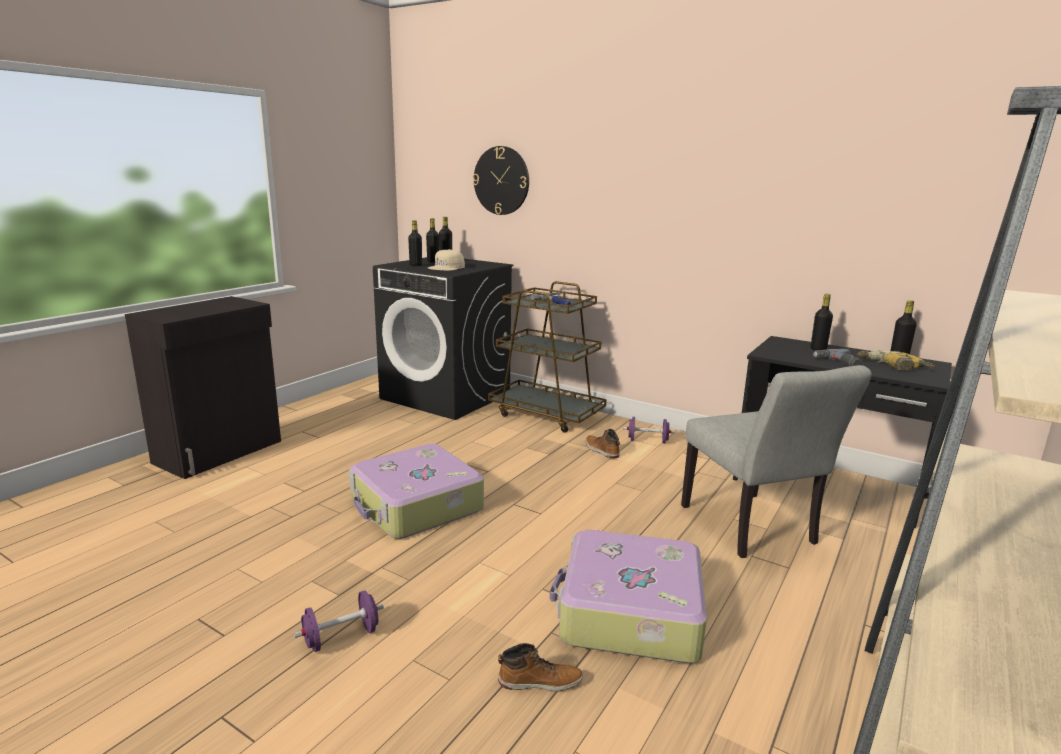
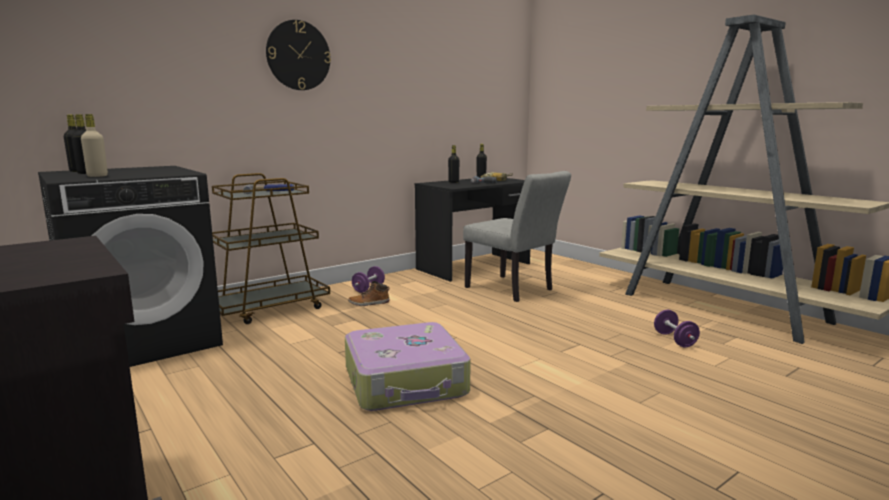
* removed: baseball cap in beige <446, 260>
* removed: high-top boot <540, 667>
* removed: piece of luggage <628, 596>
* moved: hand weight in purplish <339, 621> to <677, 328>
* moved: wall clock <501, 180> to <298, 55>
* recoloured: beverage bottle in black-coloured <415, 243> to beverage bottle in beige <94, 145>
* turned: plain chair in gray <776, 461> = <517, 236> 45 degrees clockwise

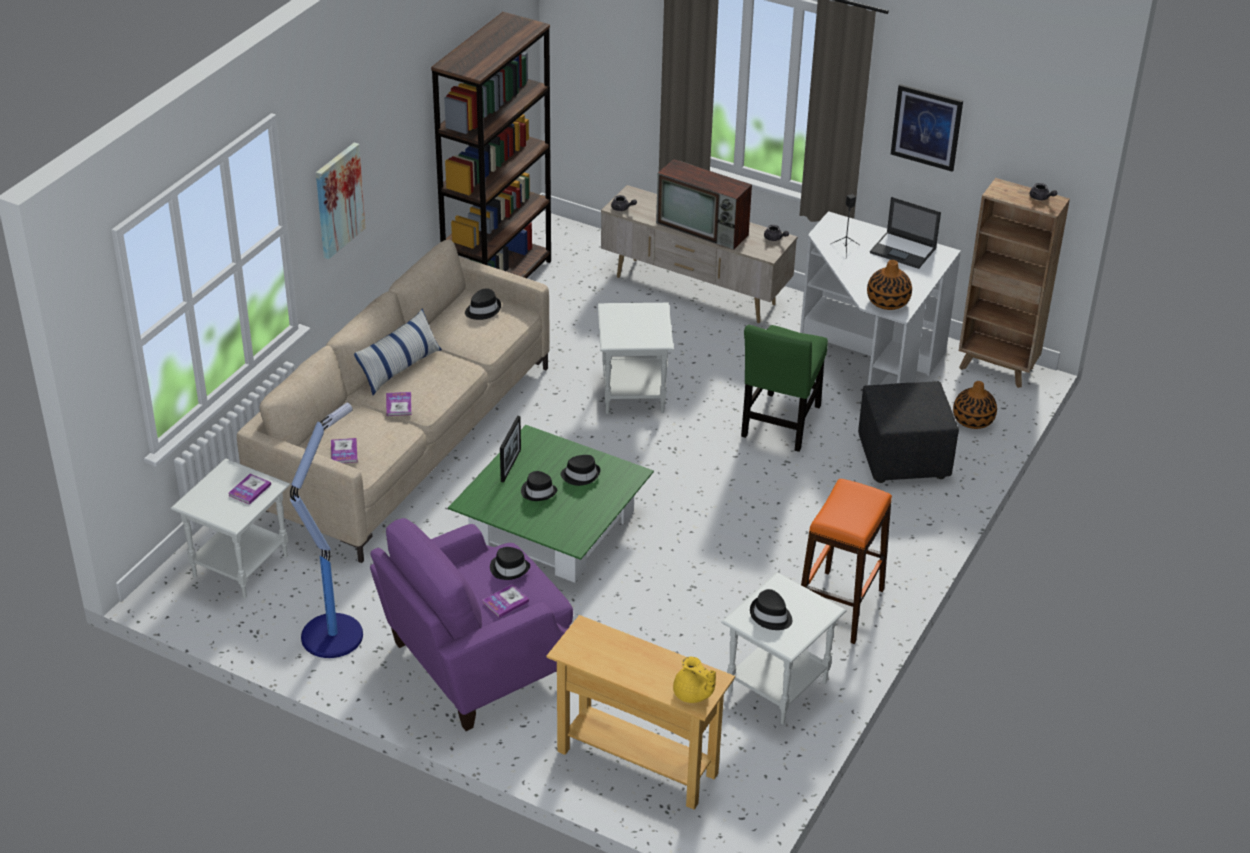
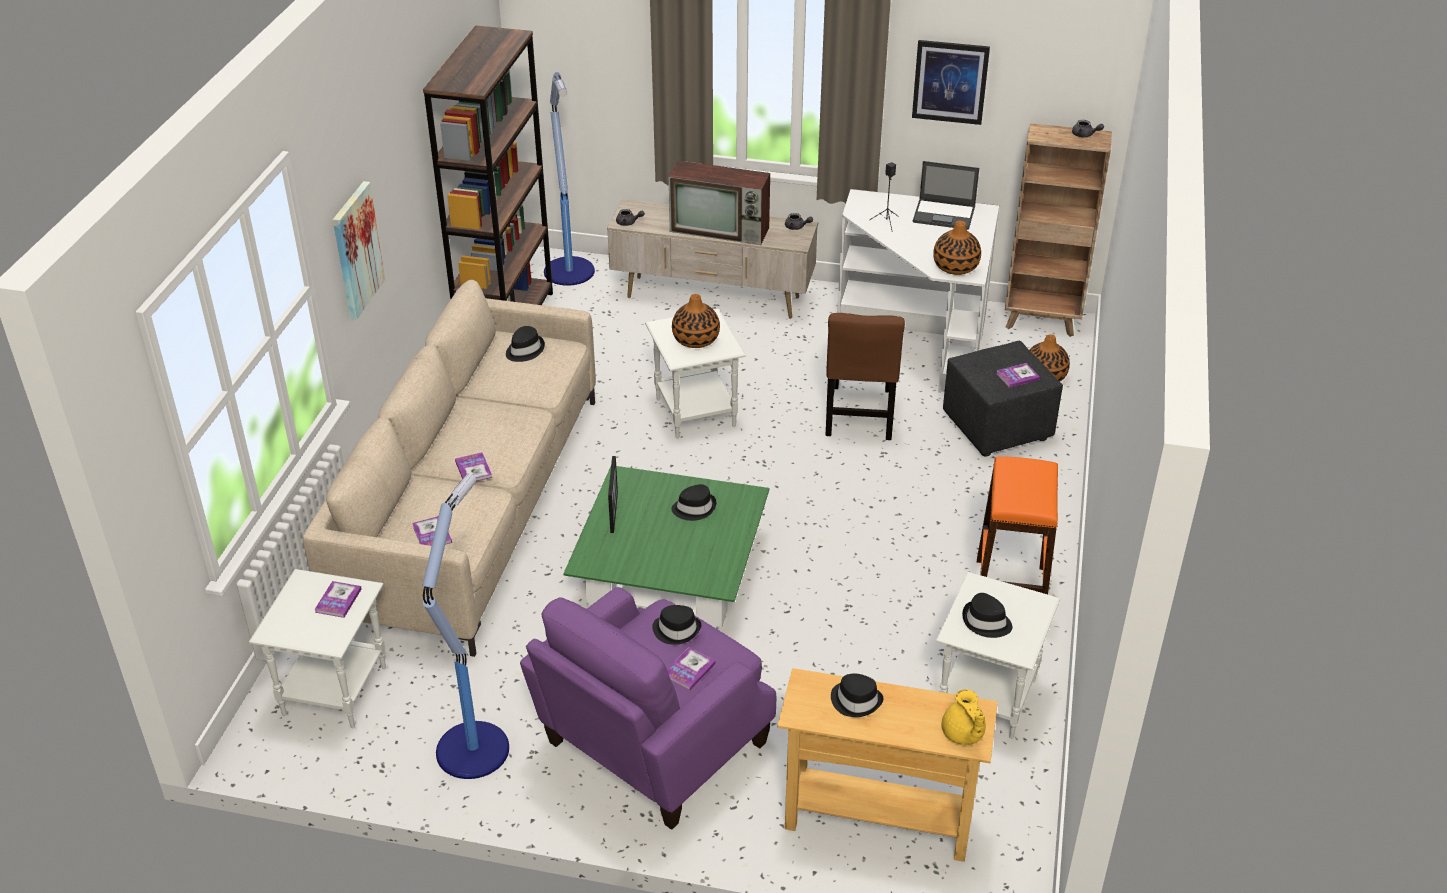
* removed: cushion <398, 352>
* added: floor lamp <569, 179>
* added: decorative vase <696, 321>
* added: volume <1018, 375>
* moved: hat in black-coloured <539, 486> to <857, 695>
* recoloured: plain chair in green <784, 388> to plain chair in brownish <865, 376>
* turned: tea pot in yellowish <694, 680> = <964, 717> 45 degrees clockwise

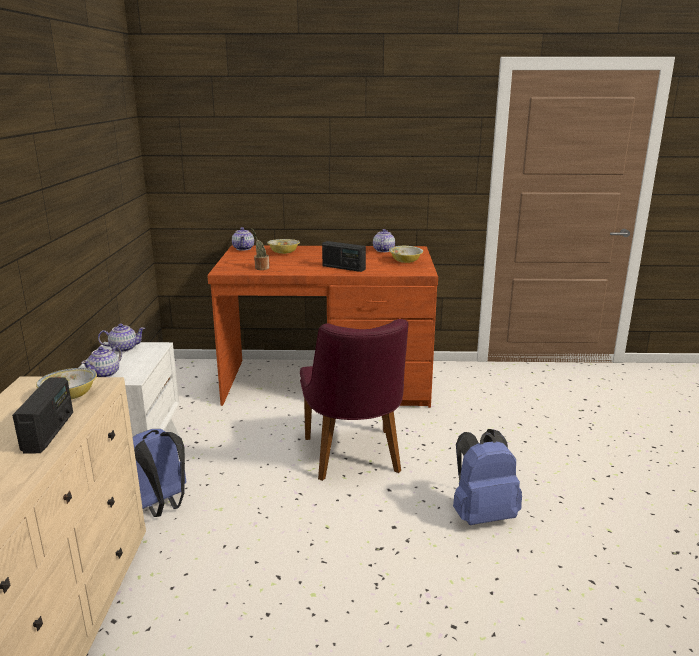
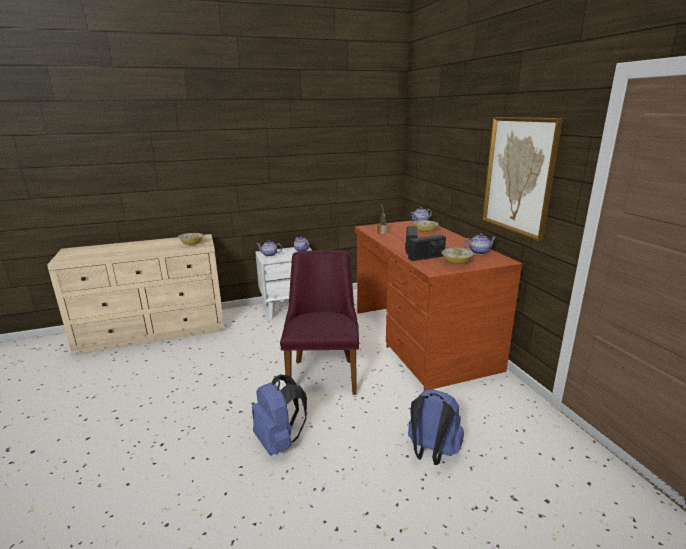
* added: wall picture <522, 179>
* moved: radio <42, 415> to <427, 248>
* moved: backpack in bluish <159, 473> to <436, 427>
* turned: plain chair in purplish <354, 400> = <319, 322> 120 degrees clockwise

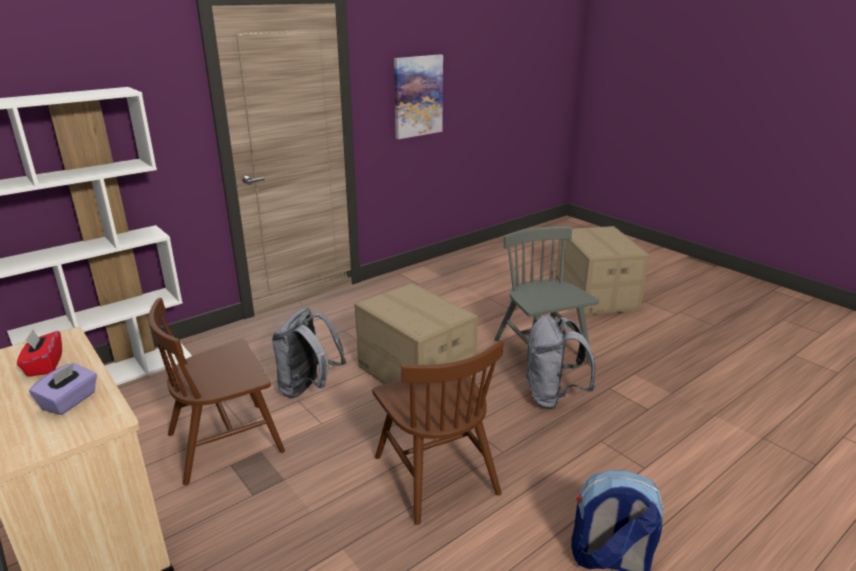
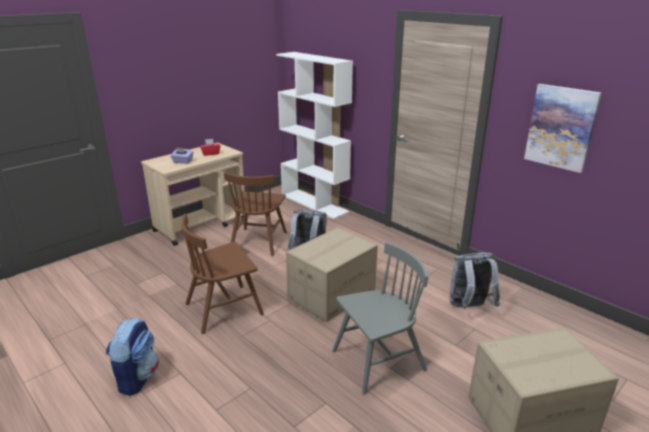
* moved: backpack in gray <560, 362> to <474, 280>
* turned: plain chair in brownish <217, 391> = <255, 214> 135 degrees counterclockwise

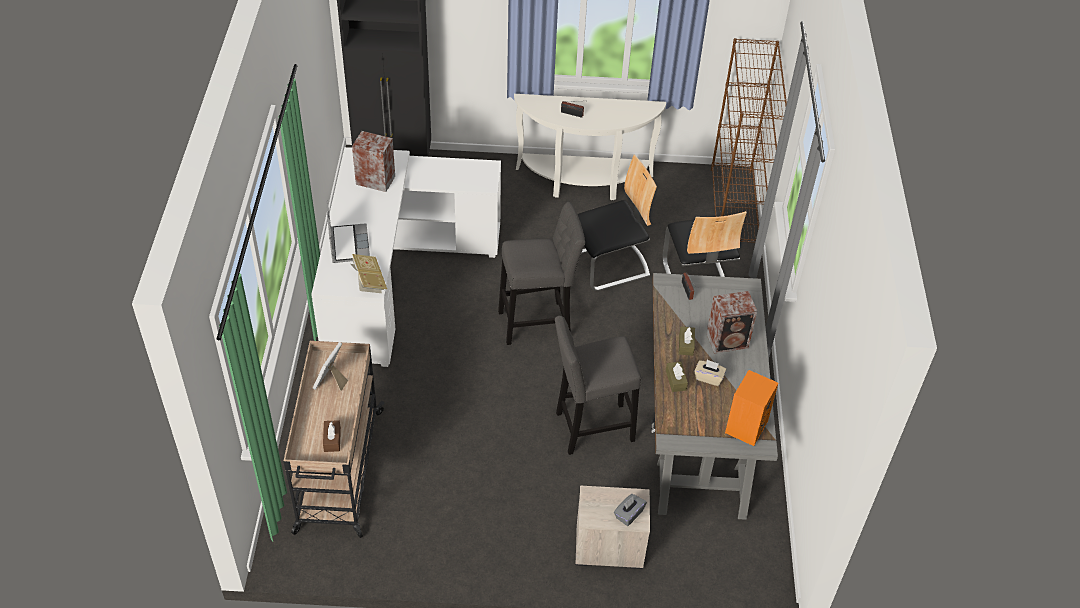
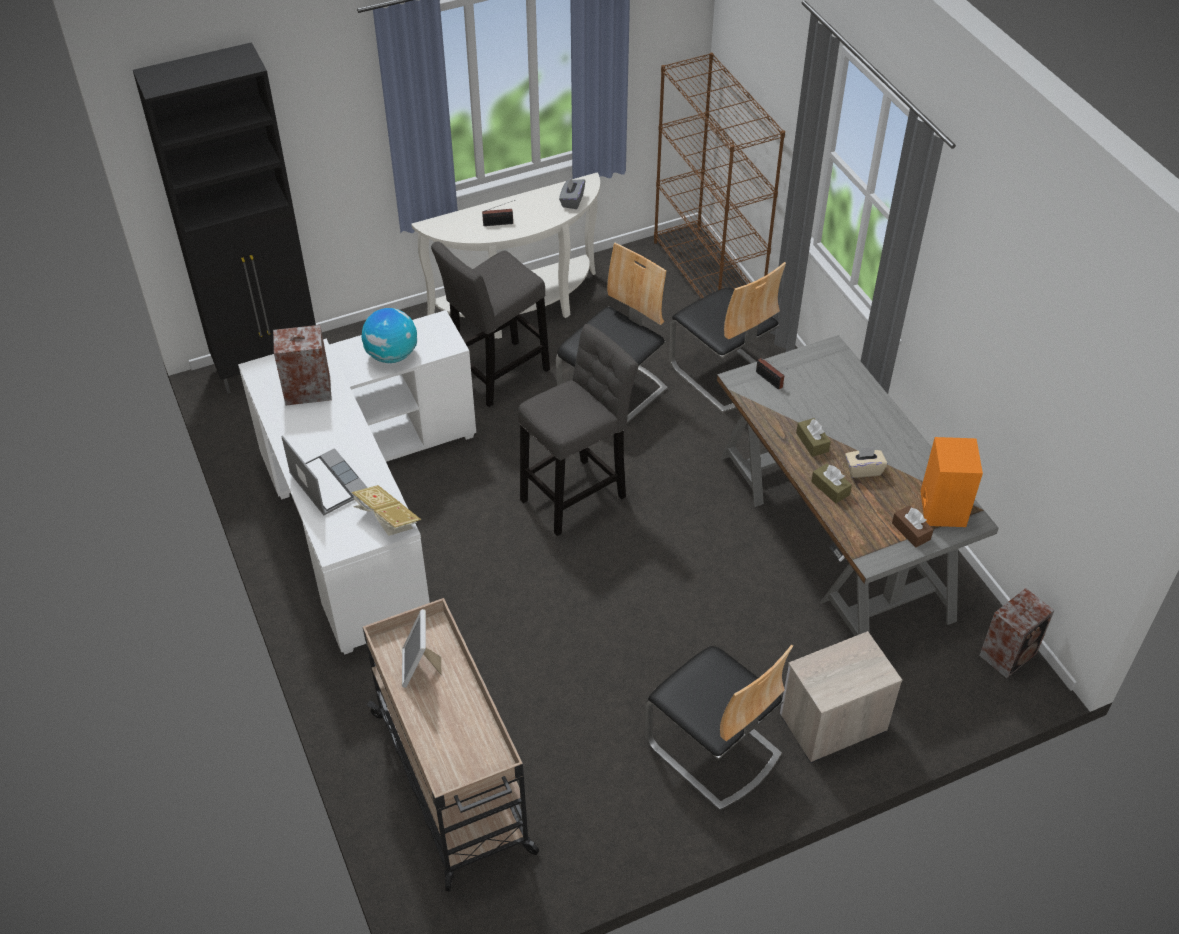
* added: desk globe <389, 335>
* added: plain chair <719, 727>
* moved: tissue holder in brownish <332, 436> to <913, 526>
* moved: sitting stool in gray <598, 385> to <490, 324>
* moved: tissue holder in gray <630, 510> to <572, 193>
* moved: speaker <731, 322> to <1016, 633>

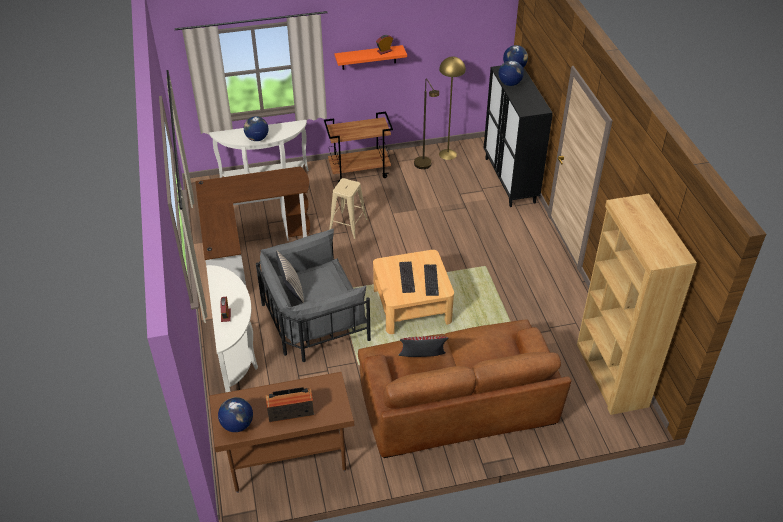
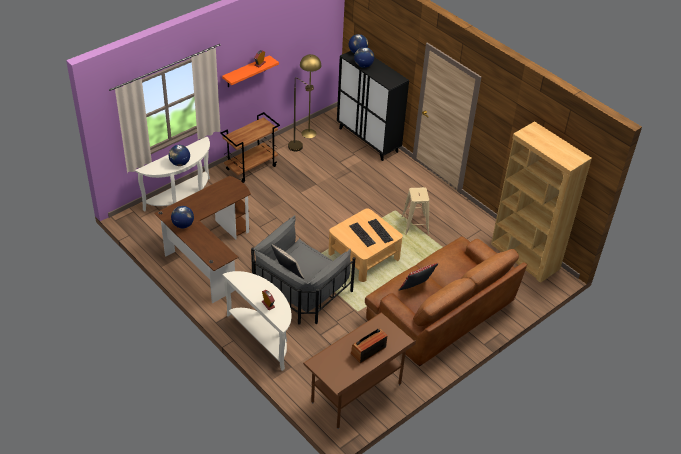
* moved: desk globe <235, 414> to <182, 217>
* moved: sitting stool in beige <348, 208> to <415, 211>

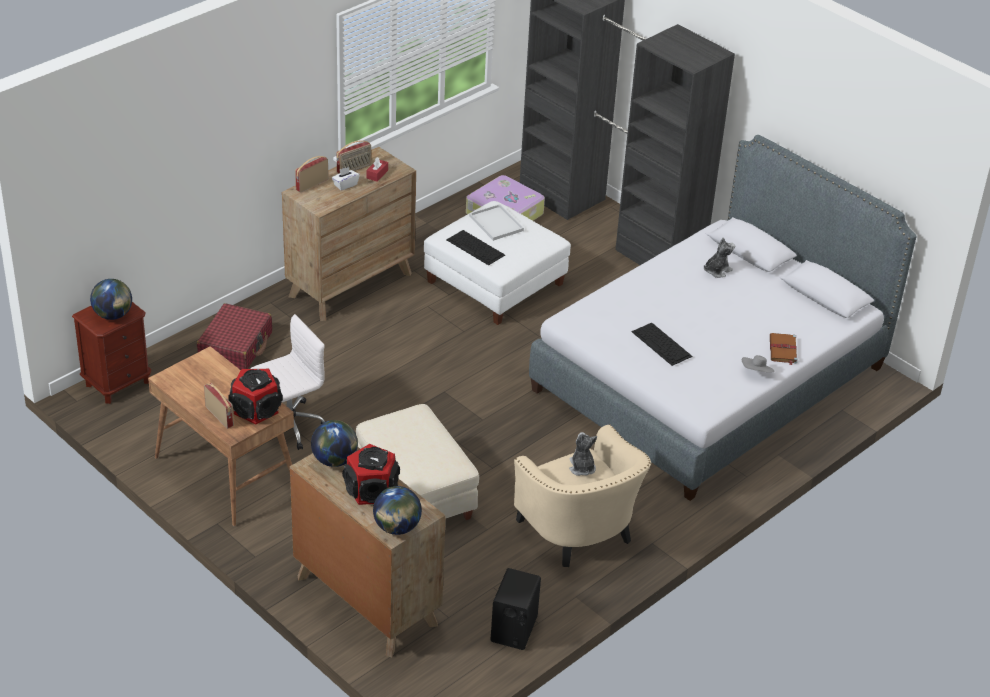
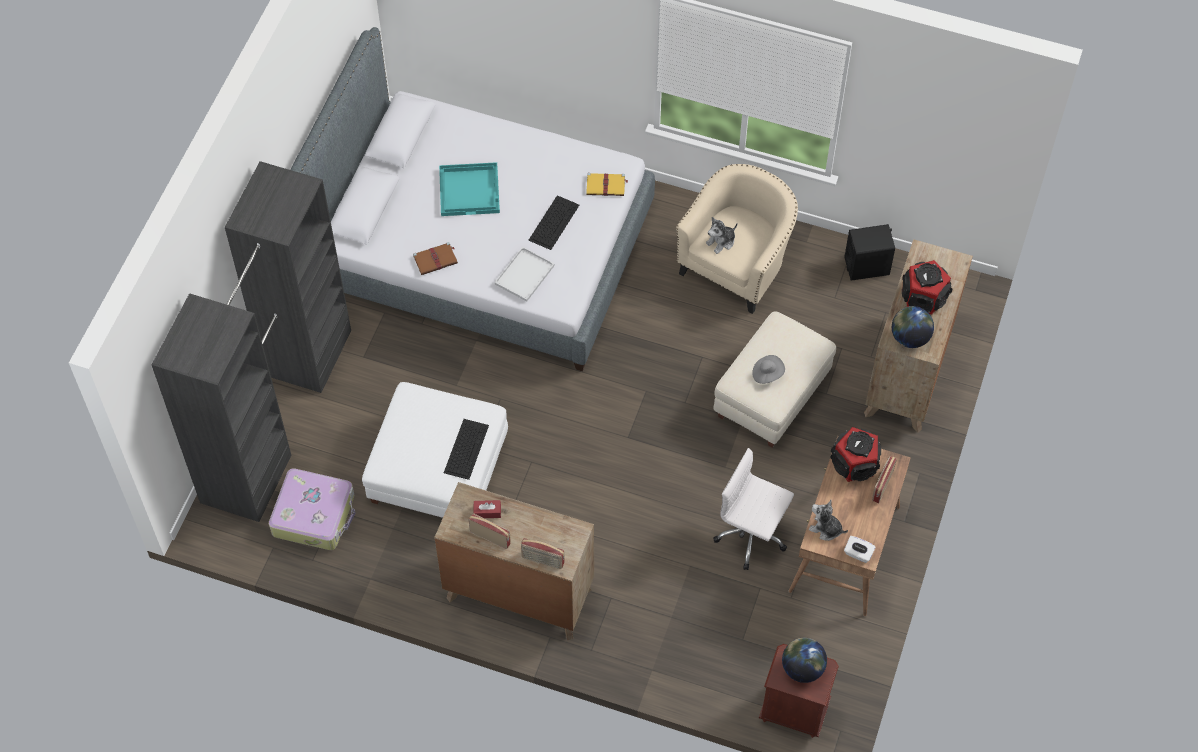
* removed: piece of luggage in red-coloured <234, 336>
* removed: desk globe <397, 510>
* added: serving tray in turquoise-coloured <469, 189>
* added: volume in yellowish <607, 184>
* moved: tissue holder in white-coloured <346, 178> to <860, 549>
* moved: serving tray in white-coloured <496, 222> to <524, 274>
* moved: cuddly toy <719, 258> to <828, 520>
* moved: hat in gray <758, 364> to <768, 369>
* moved: volume in brownish <784, 349> to <435, 258>

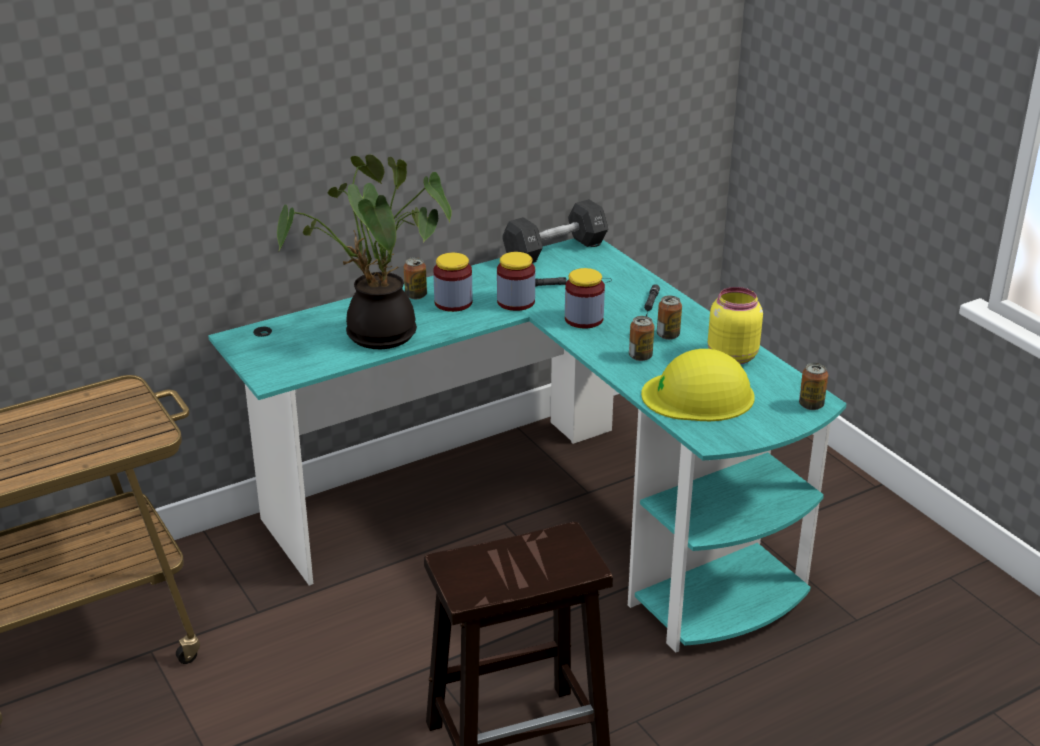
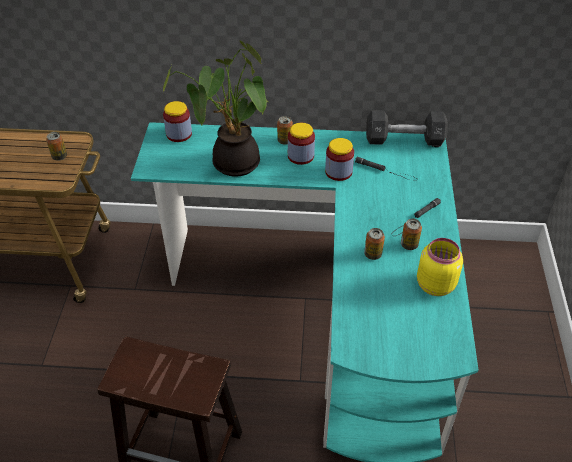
* removed: work helmet in yellowish <698, 385>
* moved: storage jar <585, 298> to <177, 121>
* moved: can <813, 386> to <56, 146>

